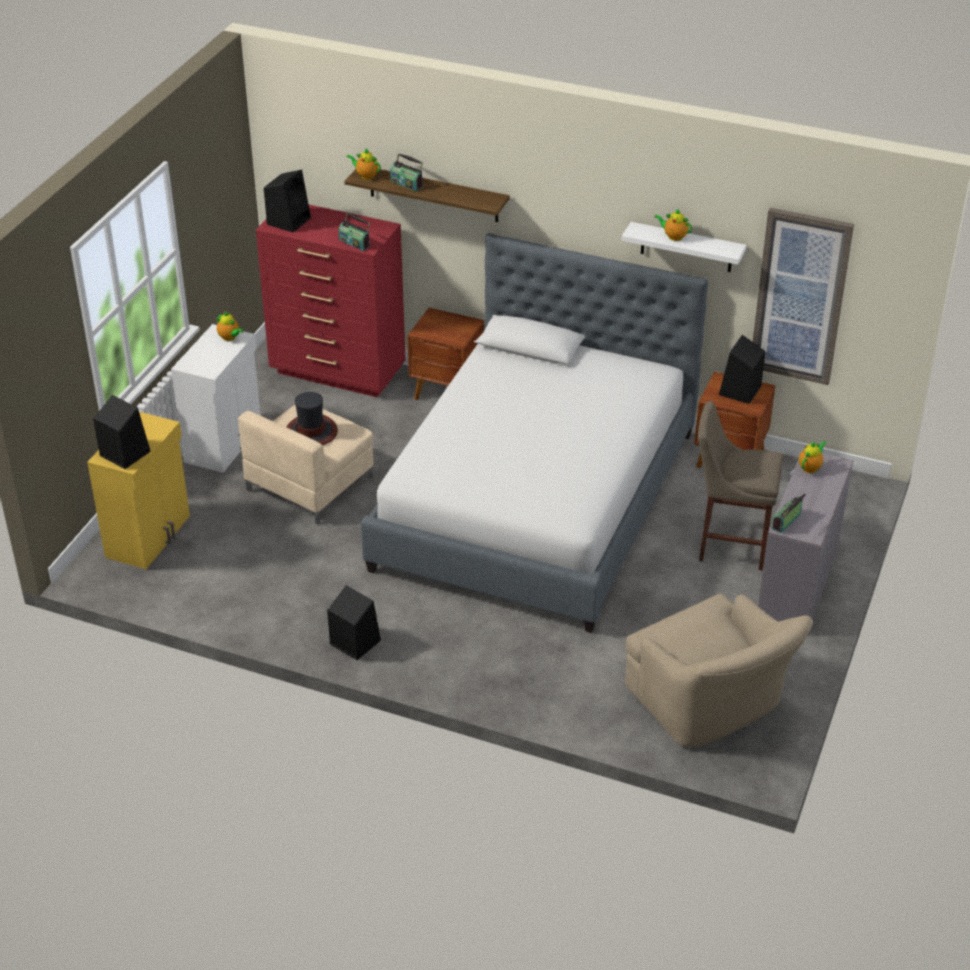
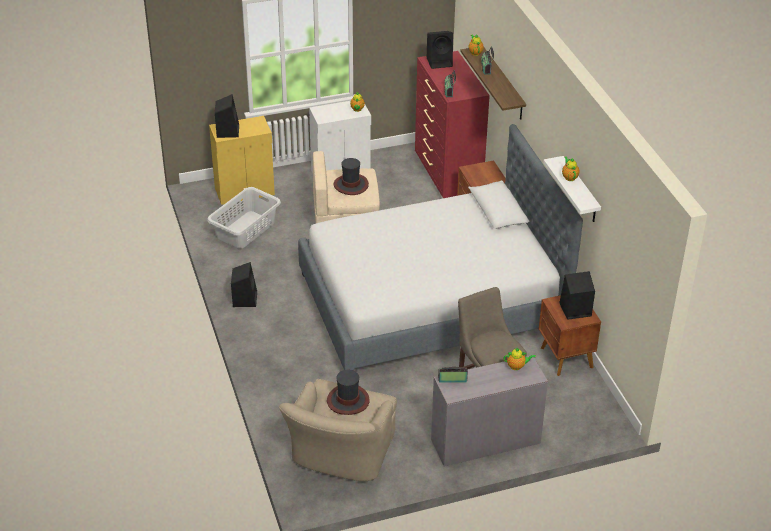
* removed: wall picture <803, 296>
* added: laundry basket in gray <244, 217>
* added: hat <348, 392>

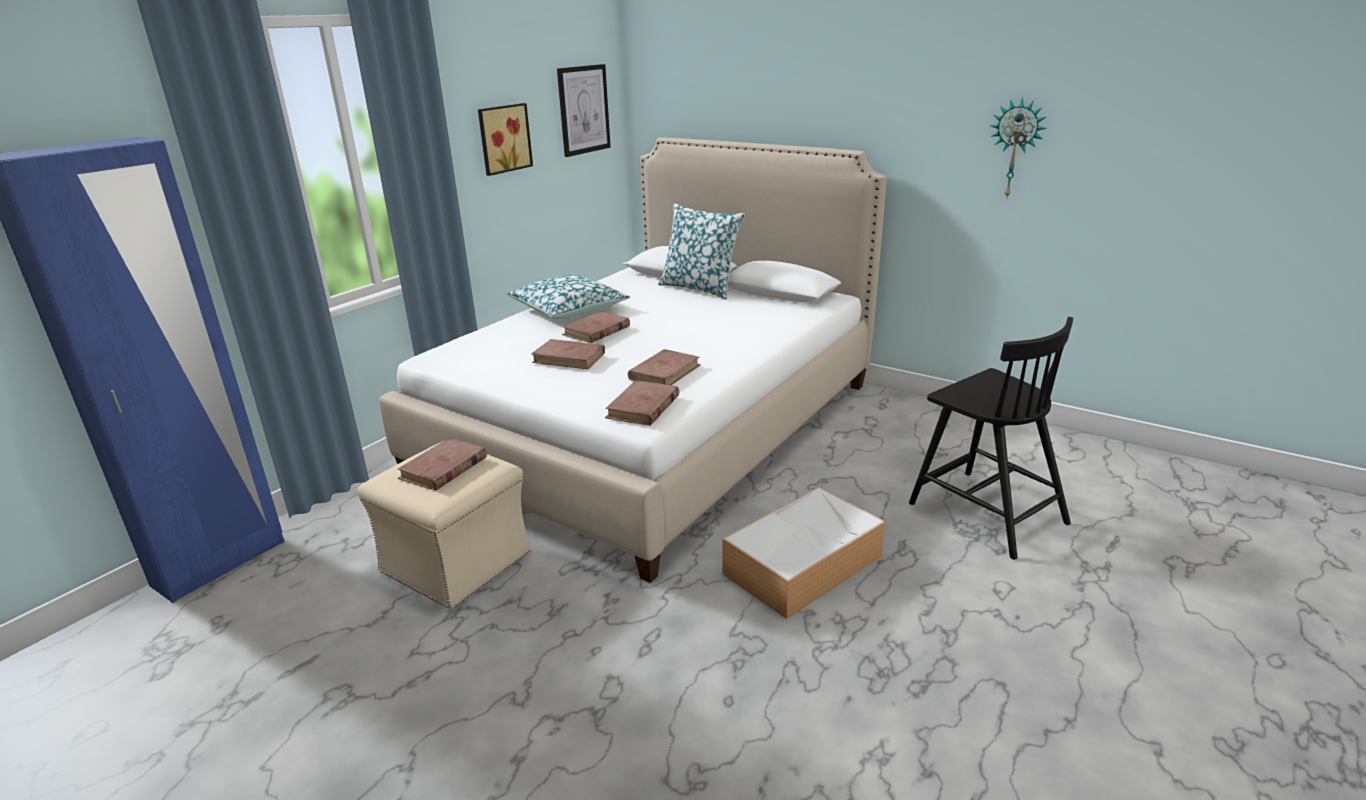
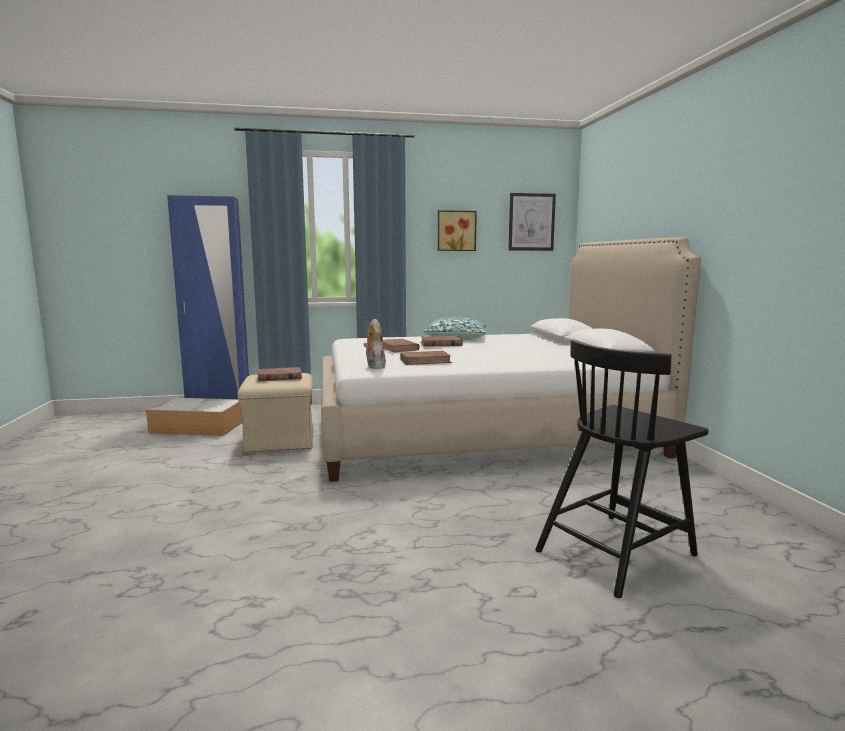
* removed: cushion <701, 251>
* removed: wall clock <1018, 148>
* moved: storage box <803, 553> to <194, 417>
* replaced: volume in brownish <642, 403> to cuddly toy <375, 344>
* turned: plain chair in black-coloured <991, 438> = <622, 469> 45 degrees clockwise

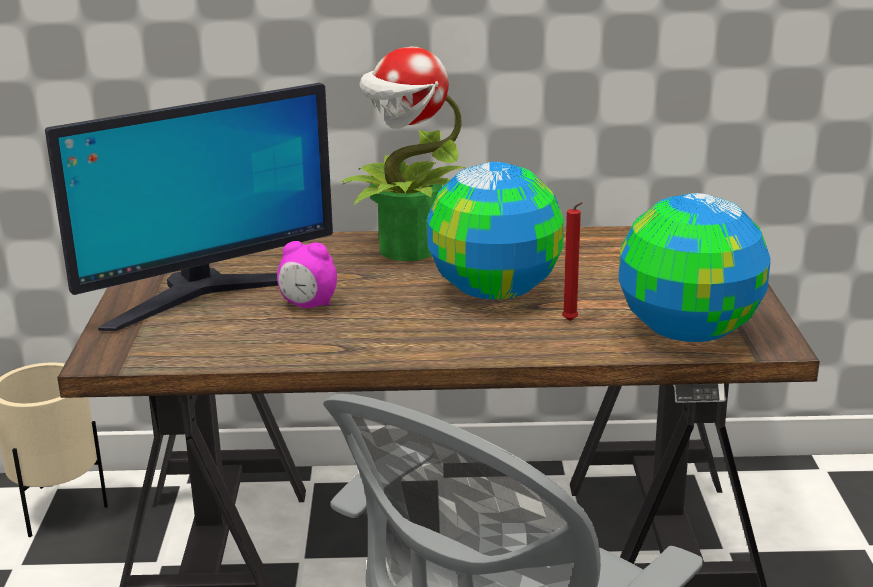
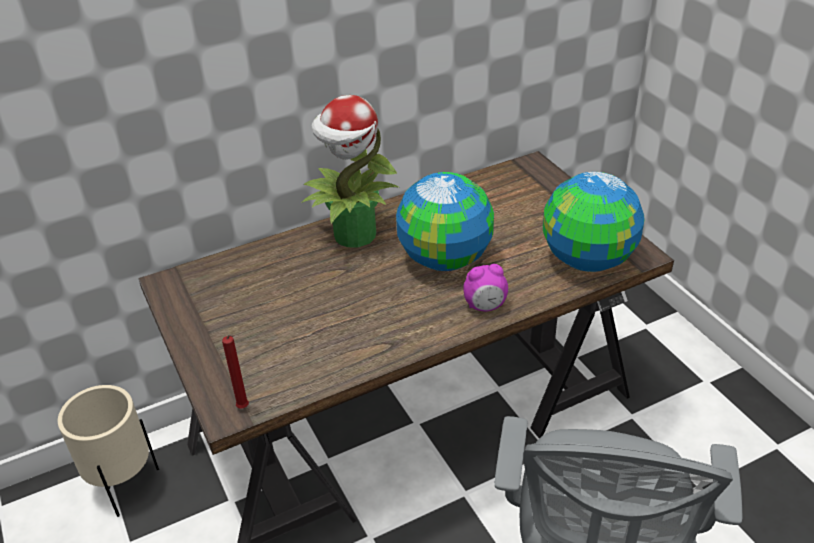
* removed: computer display <189, 207>
* moved: alarm clock <307, 274> to <485, 287>
* moved: wax candle in red-coloured <572, 261> to <235, 371>

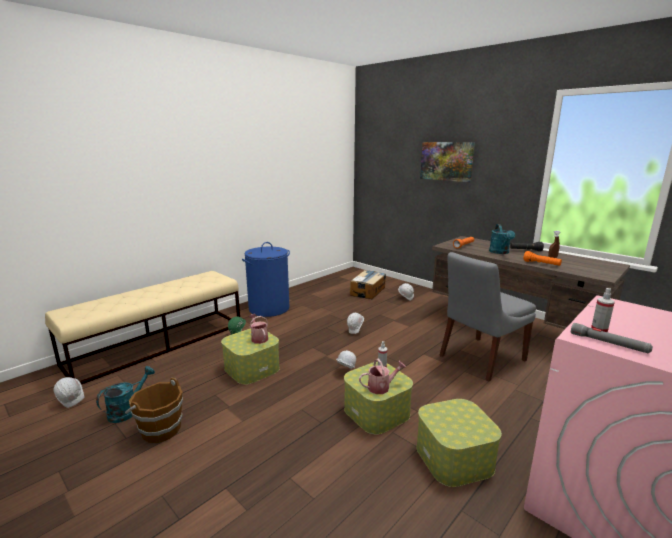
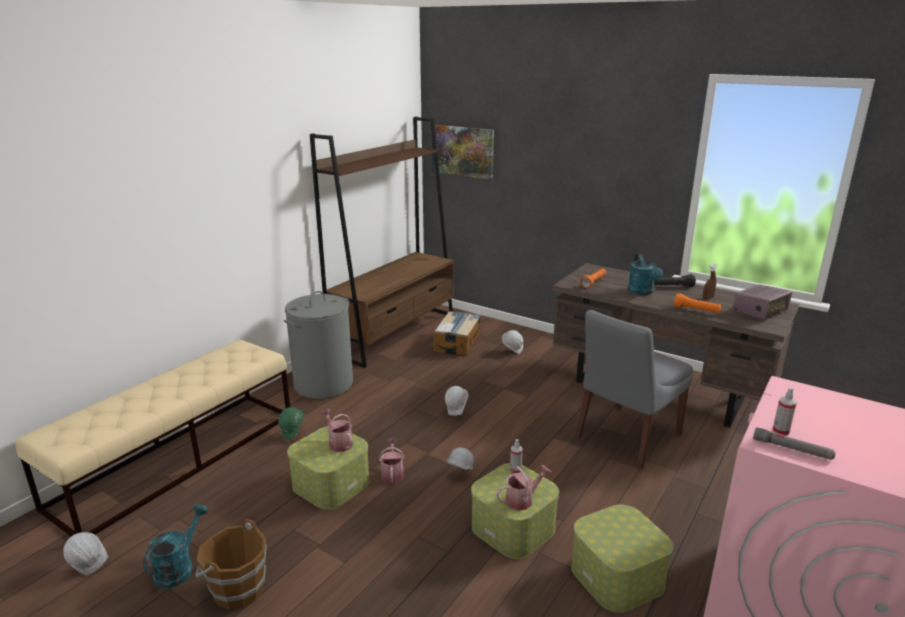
* added: bookcase in brownish <382, 242>
* added: watering can <392, 461>
* added: radio <762, 302>
* moved: wall picture <447, 162> to <463, 152>
* recoloured: laundry basket in bluish <266, 279> to laundry basket in gray <318, 345>

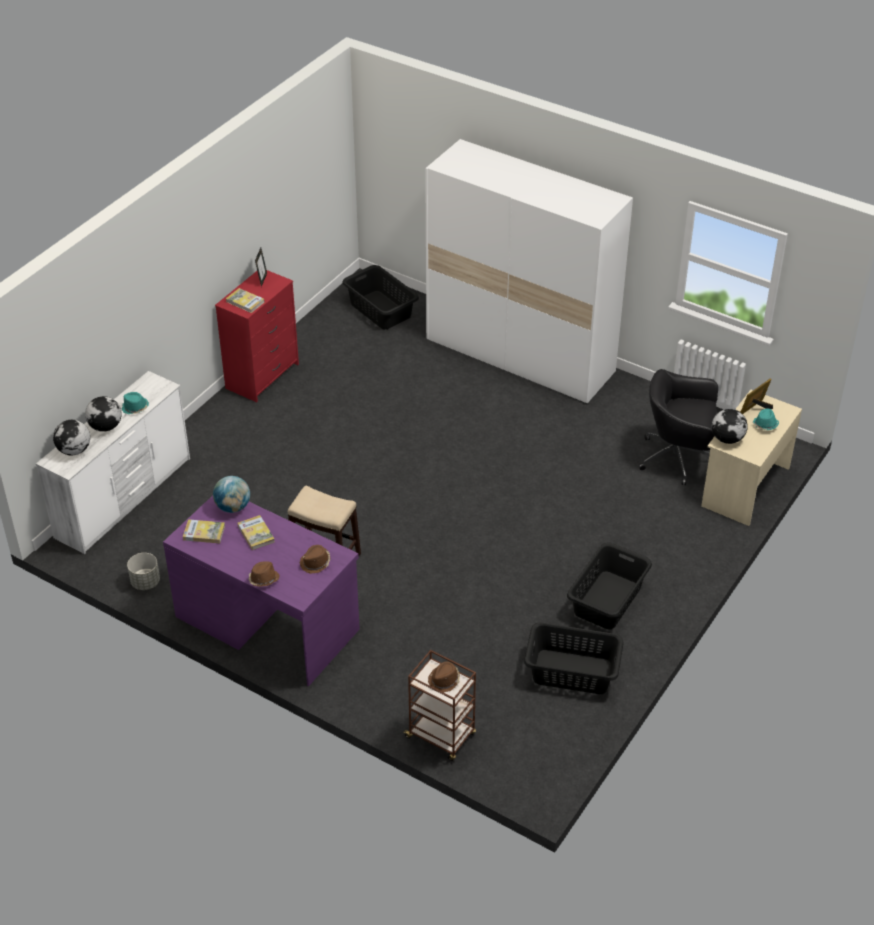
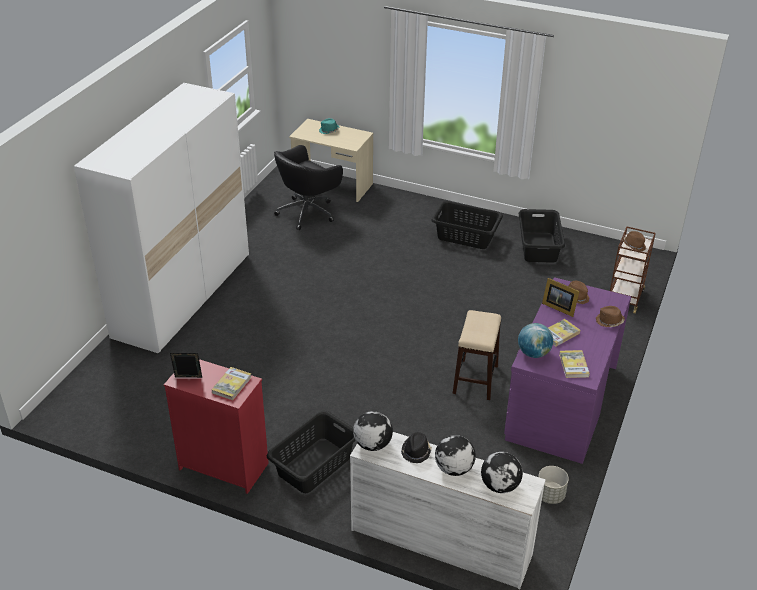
* moved: laundry basket in black-coloured <380, 297> to <311, 452>
* moved: desk globe <730, 426> to <373, 431>
* moved: picture frame <757, 396> to <561, 297>
* recoloured: hat in turquoise-coloured <135, 403> to hat in black-coloured <416, 447>
* turned: office chair in black-coloured <678, 427> = <308, 187> 45 degrees clockwise

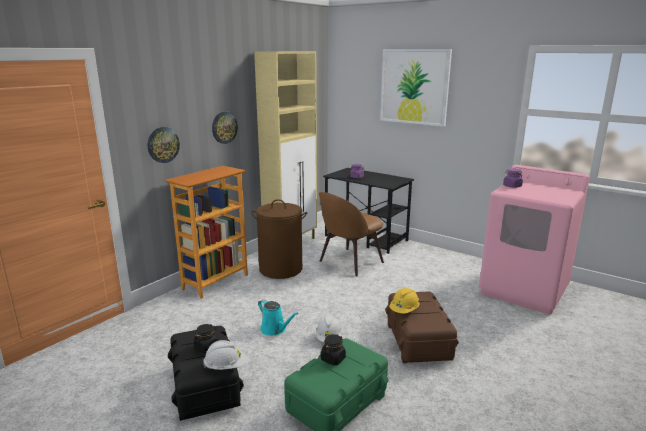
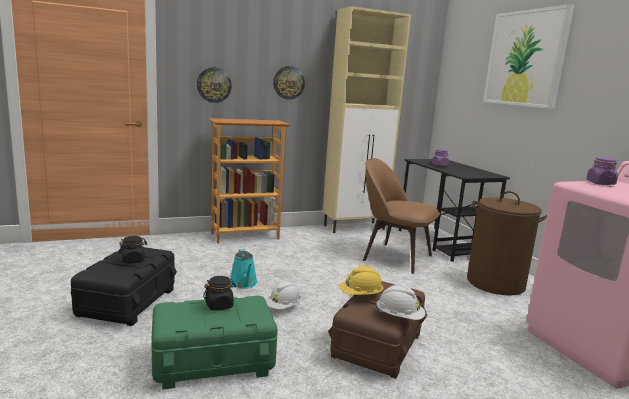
* moved: work helmet in white-coloured <224, 355> to <400, 302>
* moved: laundry basket in brownish <279, 239> to <507, 243>
* turned: plain chair in brownish <351, 234> = <401, 216> 45 degrees clockwise

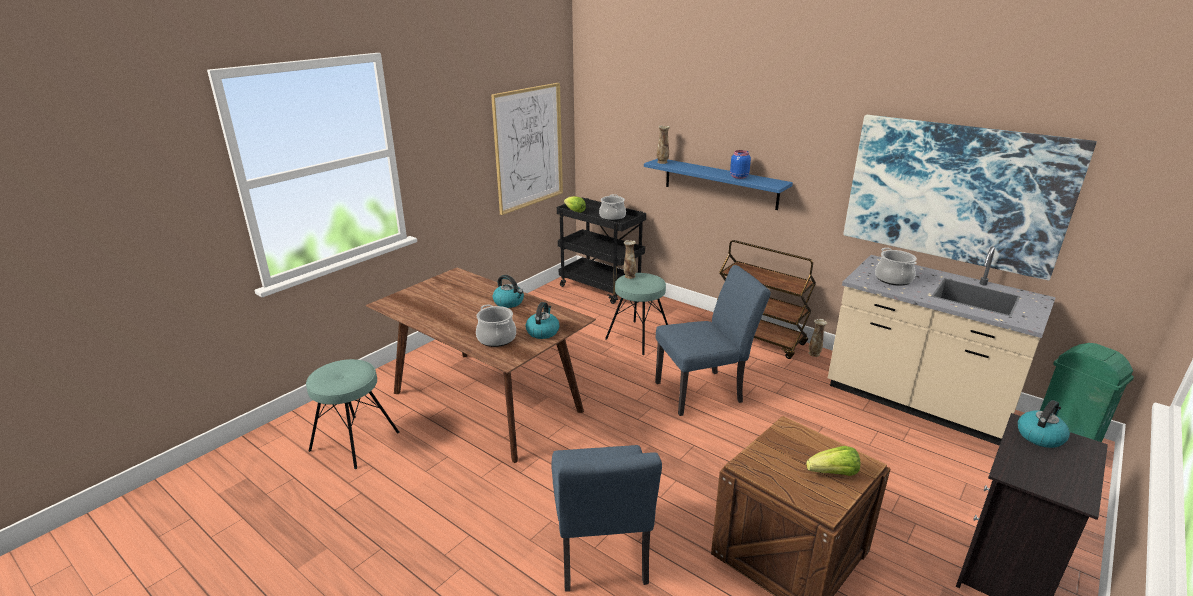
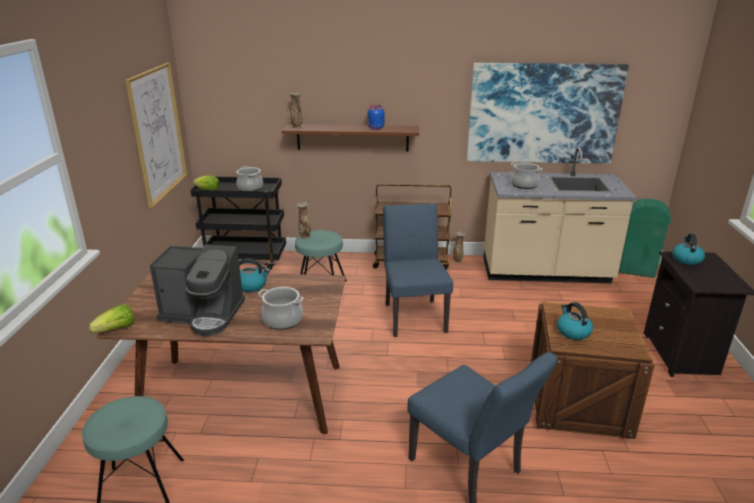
* added: coffee machine <197, 290>
* moved: water kettle <543, 320> to <575, 321>
* moved: lettuce head <833, 461> to <112, 318>
* recoloured: bracket shelf in bluish <718, 184> to bracket shelf in brownish <350, 138>
* turned: plain chair in bluish <713, 340> = <418, 270> 45 degrees counterclockwise

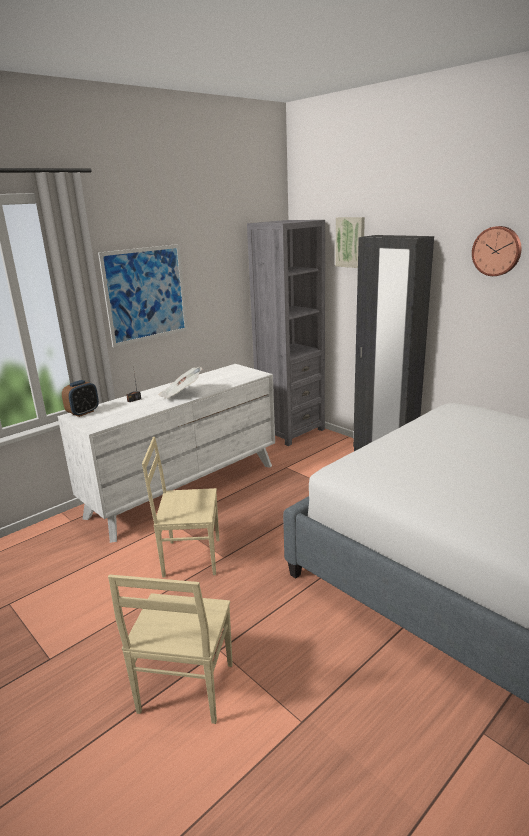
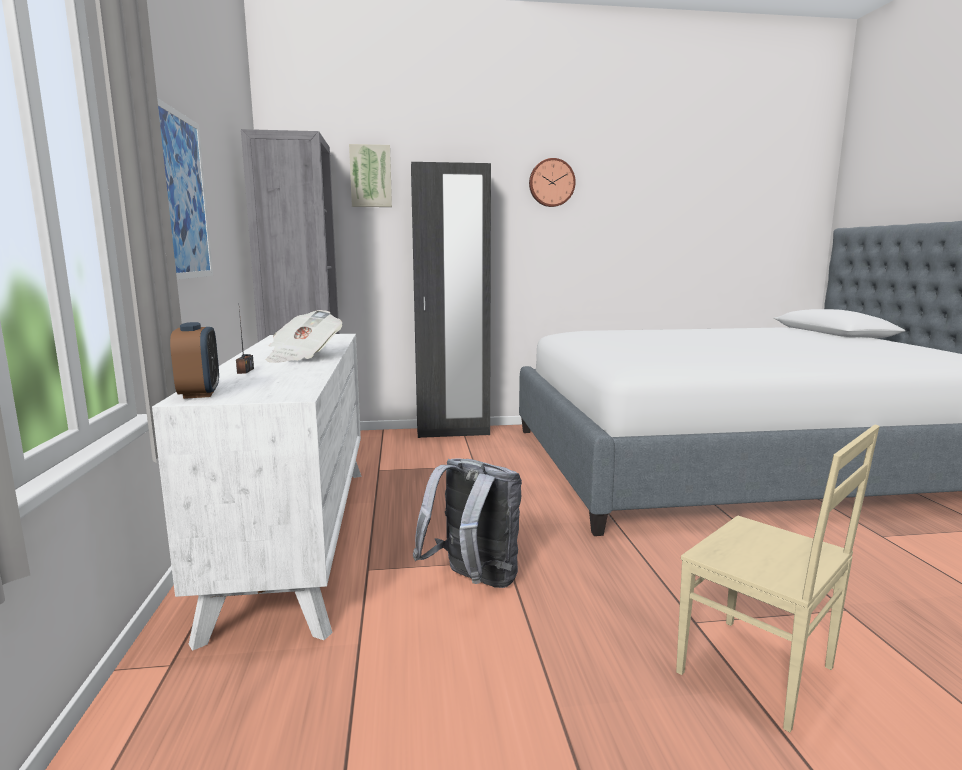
* replaced: plain chair in beige <180, 507> to backpack in gray <467, 523>

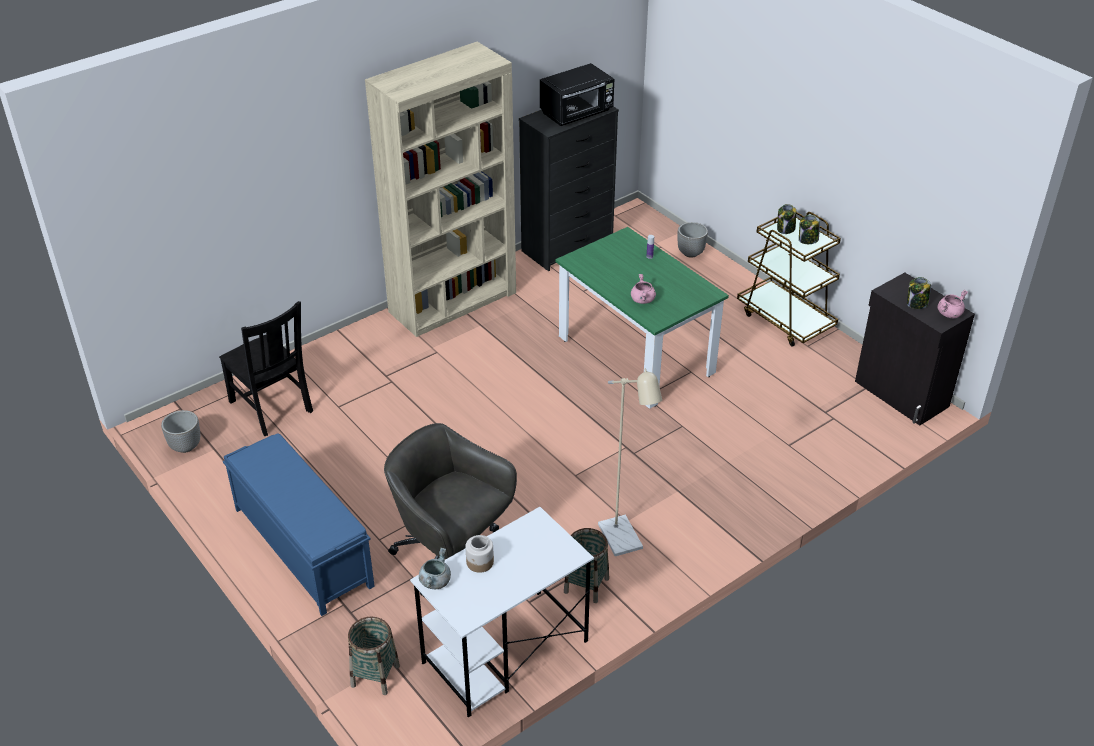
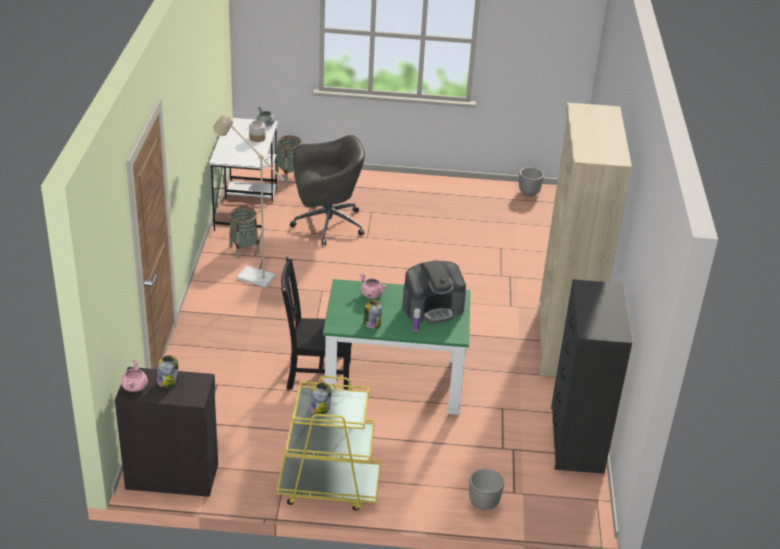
* removed: bench in bluish <299, 524>
* removed: kitchen microwave in black-coloured <577, 94>
* added: coffee machine <434, 291>
* moved: plain chair in black-coloured <266, 368> to <316, 323>
* moved: storage jar <786, 219> to <372, 314>
* recoloured: cart in brownish <789, 279> to cart in yellowish <329, 443>

